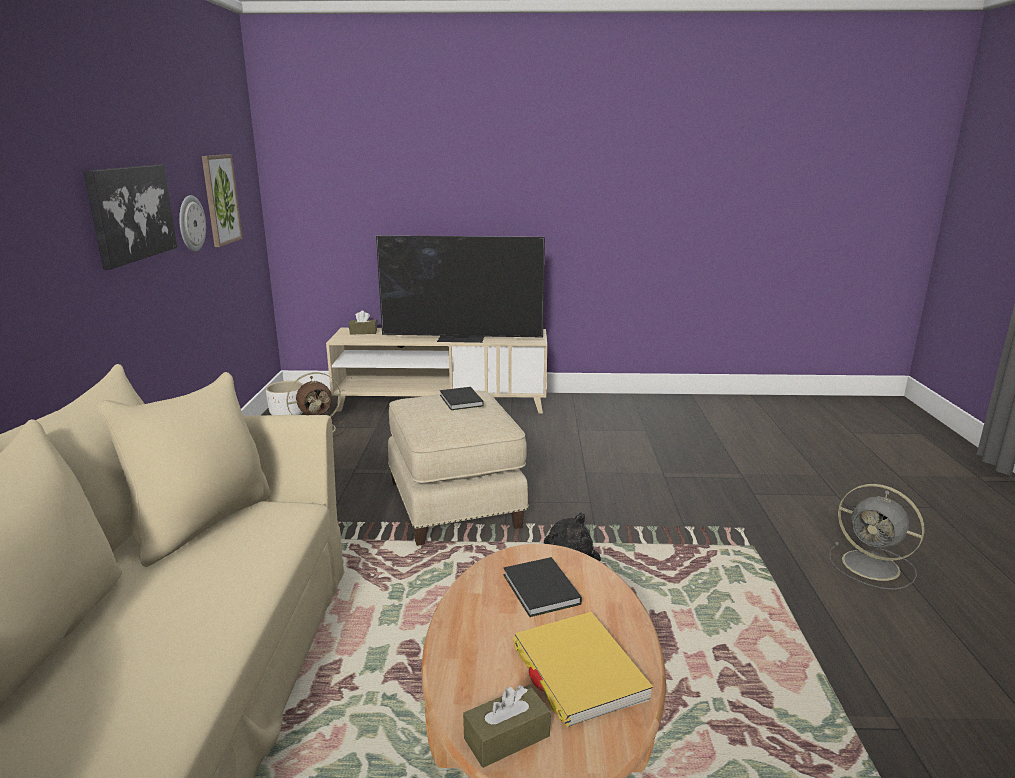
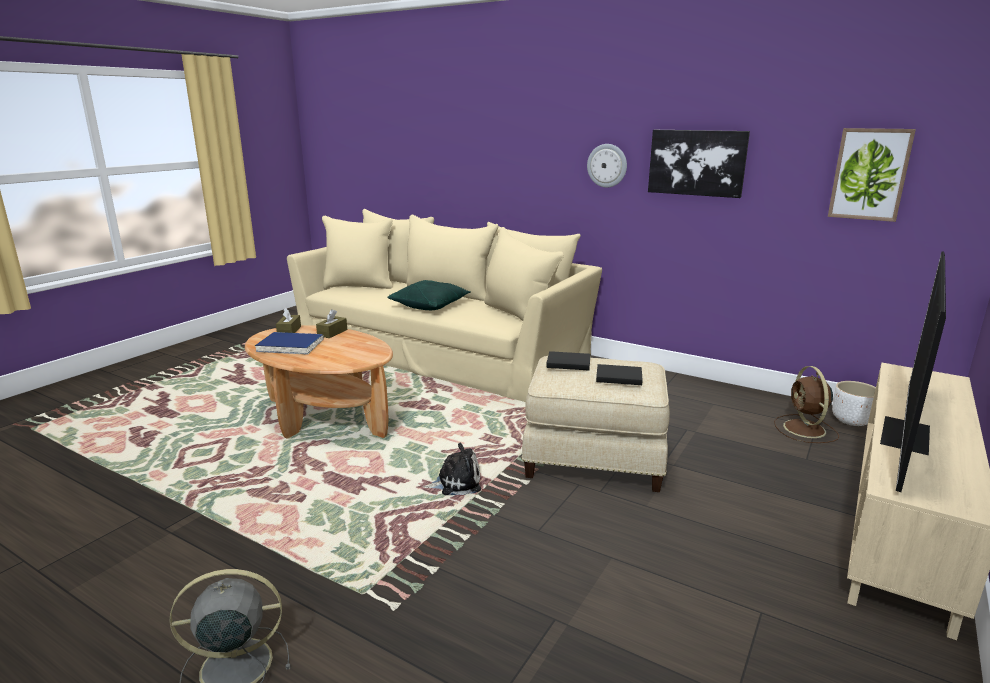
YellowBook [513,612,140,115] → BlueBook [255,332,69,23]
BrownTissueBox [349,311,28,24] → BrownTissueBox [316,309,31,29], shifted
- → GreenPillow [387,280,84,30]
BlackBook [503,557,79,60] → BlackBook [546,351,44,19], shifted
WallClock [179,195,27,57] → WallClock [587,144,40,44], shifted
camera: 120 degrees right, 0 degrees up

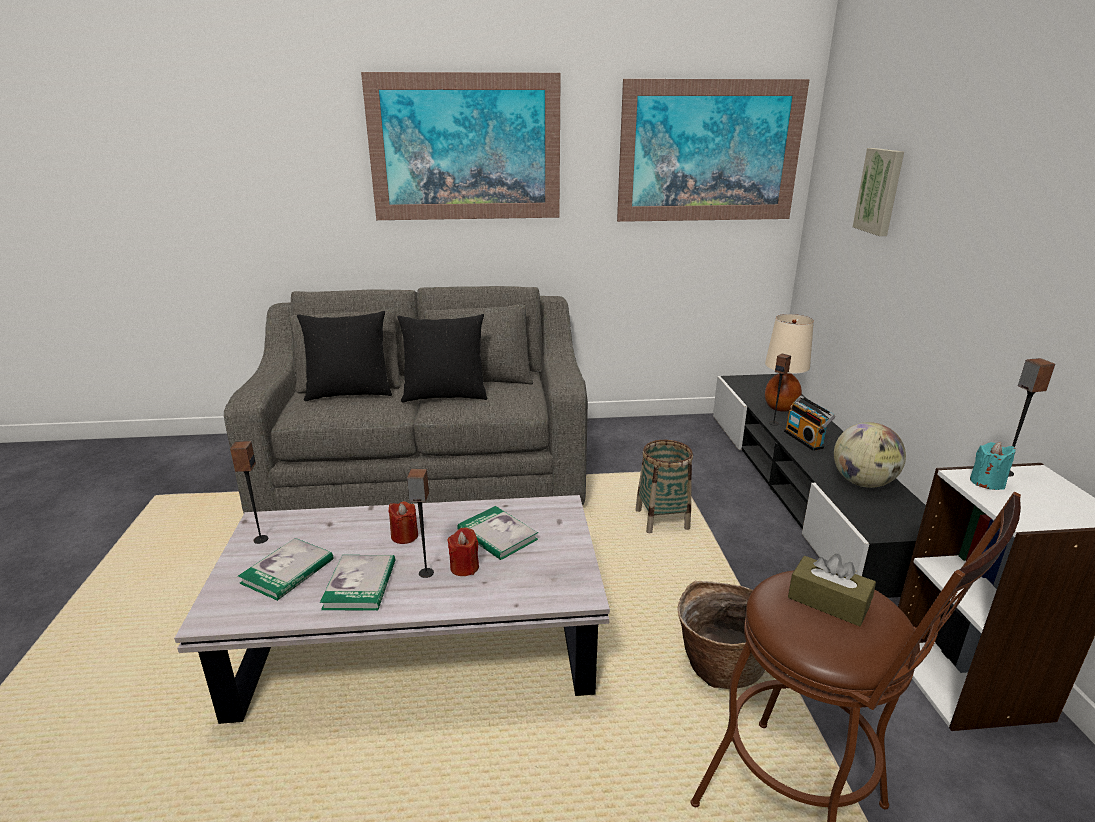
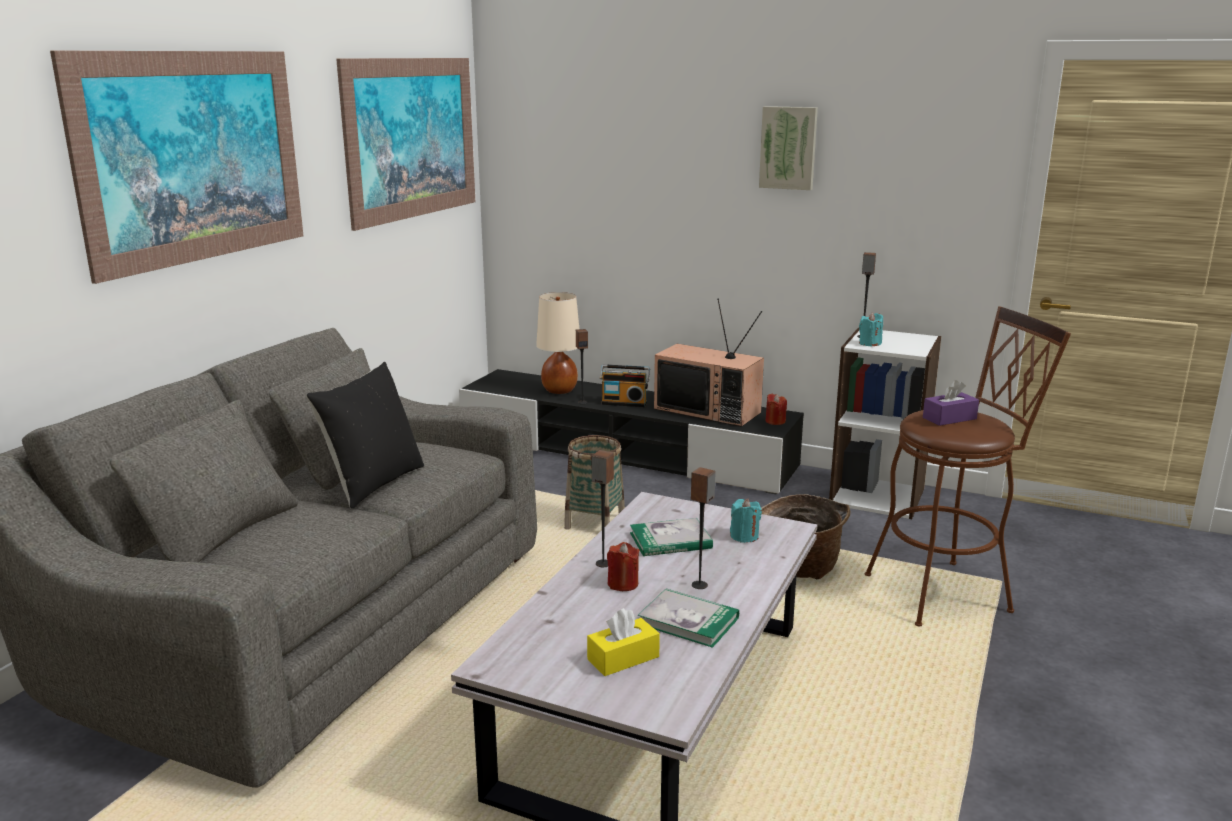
Book [238,538,95,63] → YellowTissueBox [587,608,73,68]
Speaker [230,441,38,103] → Speaker [592,450,22,117], shifted
Globe [834,422,72,66] → Television [654,299,110,128]
- → TurquoiseCandle [730,499,32,44]
Picture [853,148,51,88] → Picture [759,106,59,84], shifted
RedCandle [447,528,32,48] → RedCandle [766,394,21,31], shifted
BrownTissueBox [788,554,88,72] → PurpleTissueBox [923,380,56,46]
BlackPillow [297,311,95,90] → -
camera: 60 degrees left, 5 degrees down

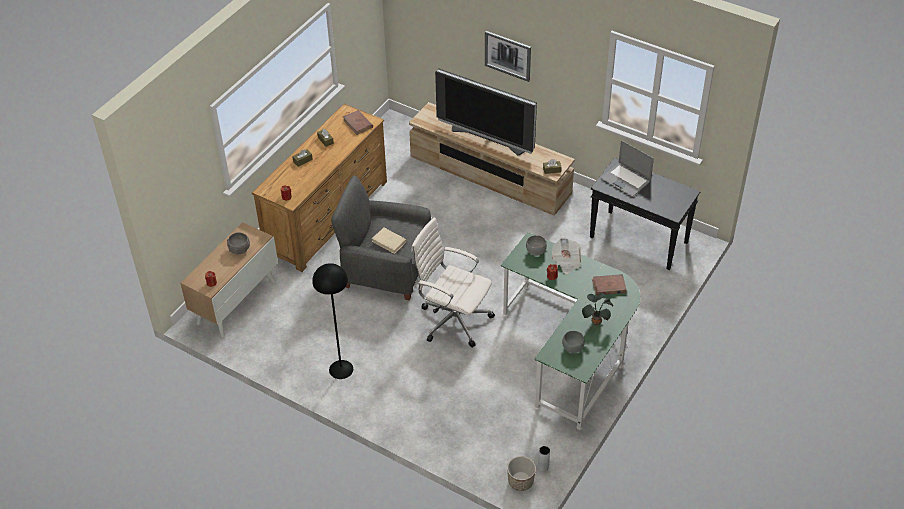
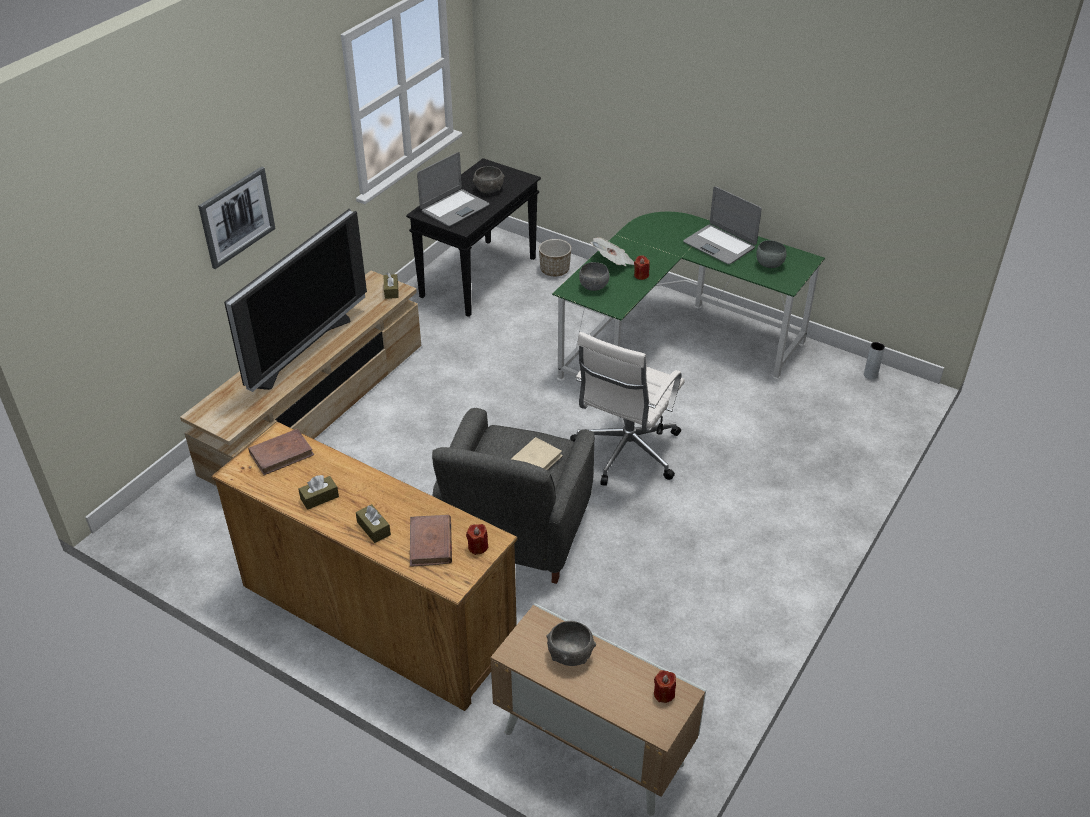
BrownBook [592,274,35,21] → BrownBook [410,515,42,52], shifted
- → GreyBowl [473,166,32,27]
Planter [507,456,29,35] → Planter [539,239,32,37], shifted
PottedPlant [582,293,31,32] → Laptop [683,186,79,78]
BlackFloorLamp [312,263,41,116] → -
camera: 90 degrees left, 5 degrees down

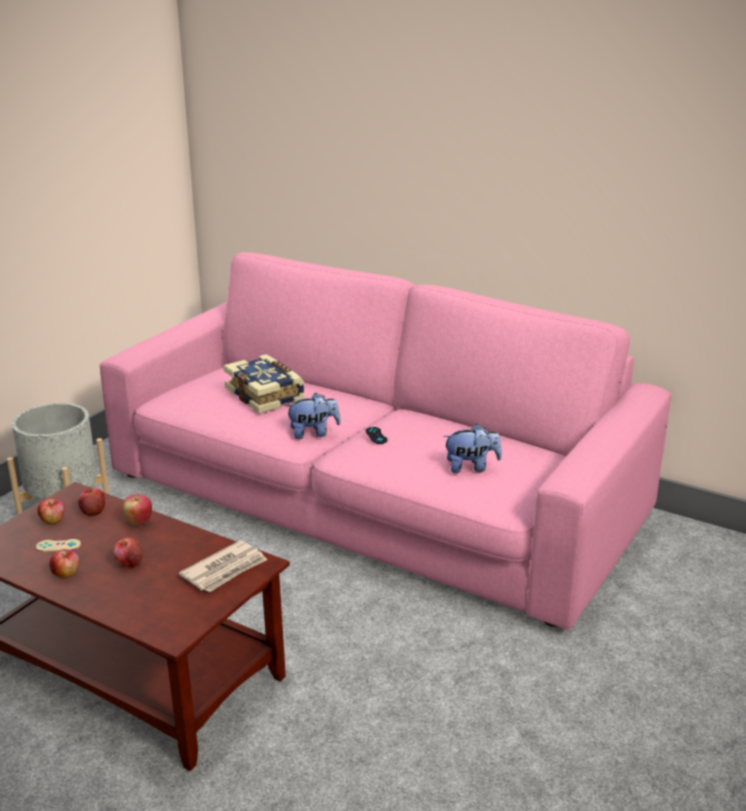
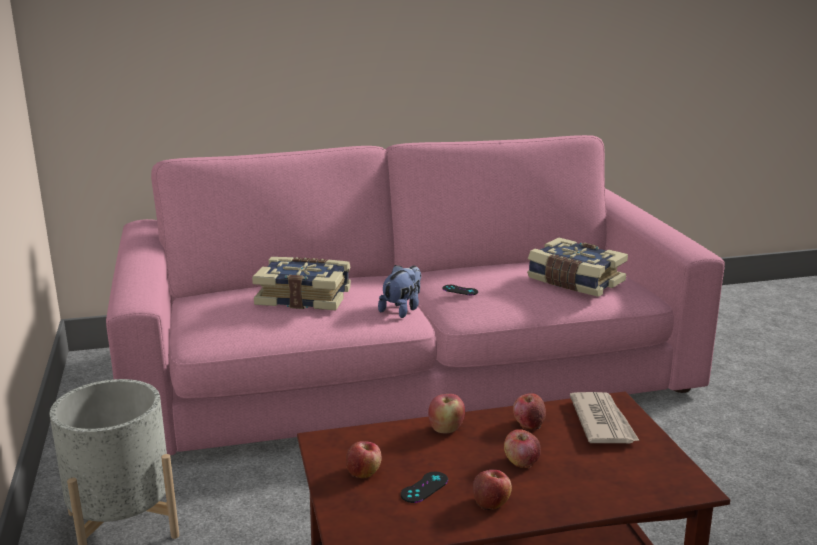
BeigeGameController [36,539,45,13] → BlackGameController [401,472,47,31]
Apple [78,488,27,29] → Apple [513,393,33,37], shifted
PlushToy [443,424,59,49] → Book [527,238,101,59]
camera: 45 degrees left, 5 degrees down

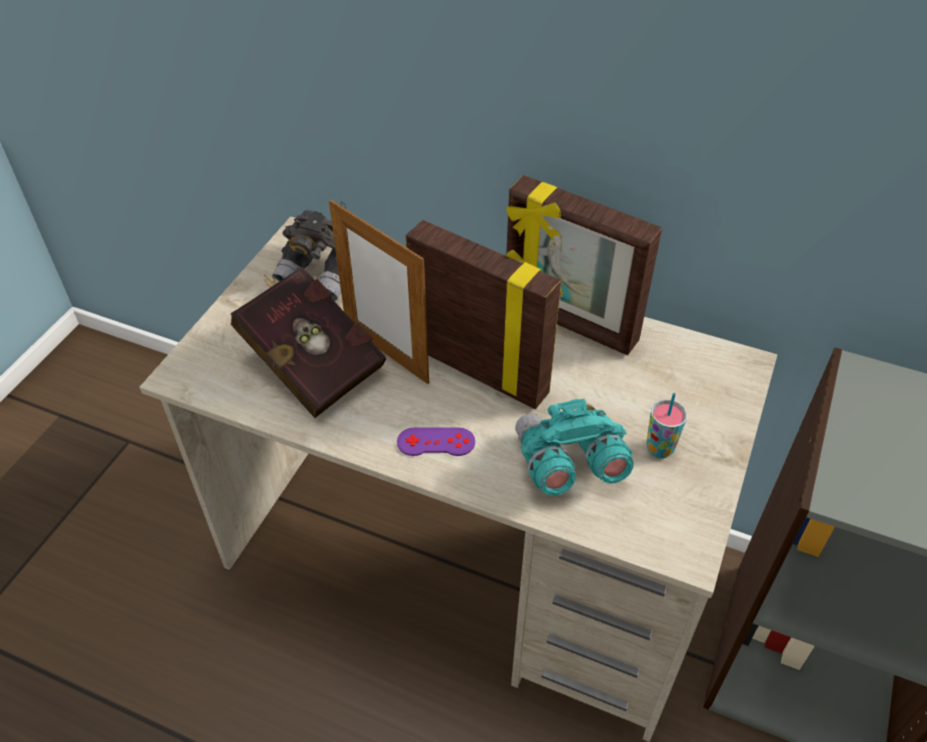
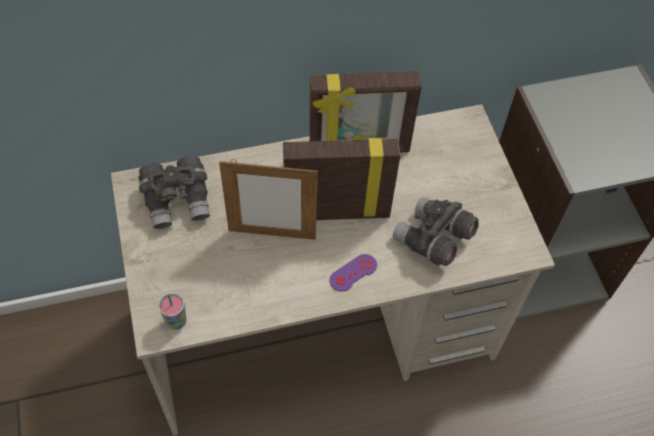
Cup [646,393,42,65] → Cup [158,293,29,37], shifted
TurquoiseBinoculars [515,399,119,97] → GreyBinoculars [393,197,86,69]
RedBook [231,266,155,152] → -
camera: 40 degrees left, 10 degrees up

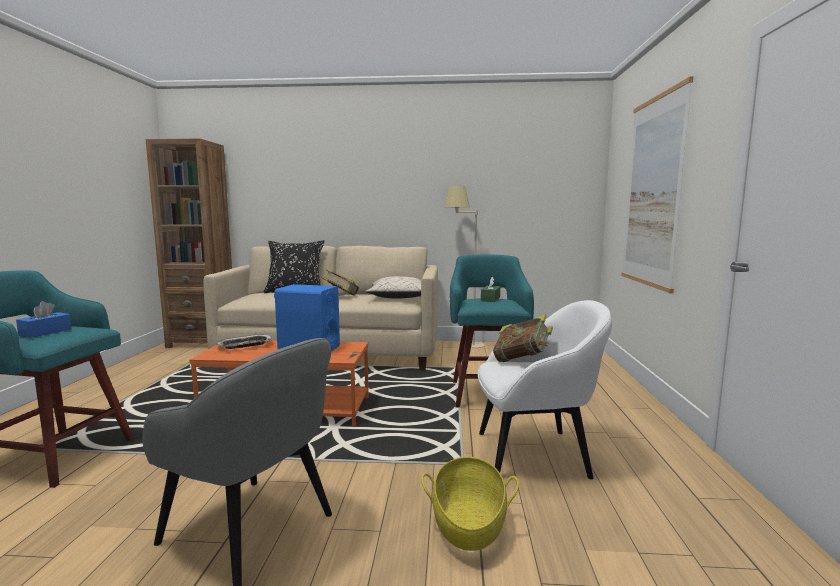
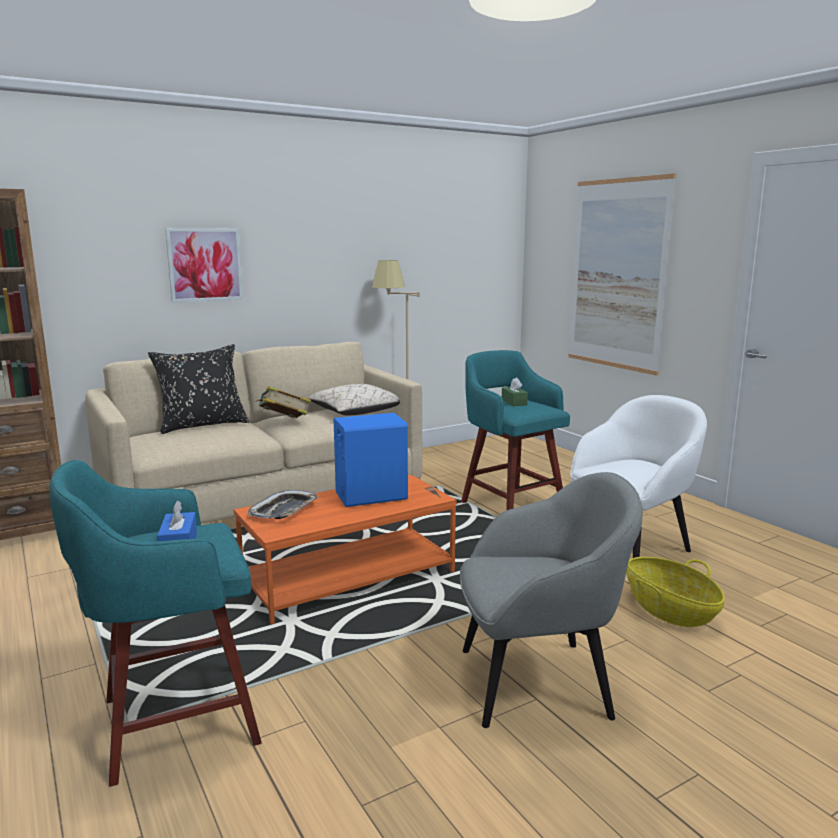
- → Picture [165,228,78,75]
Book [493,314,60,48] → -
camera: 35 degrees left, 5 degrees up

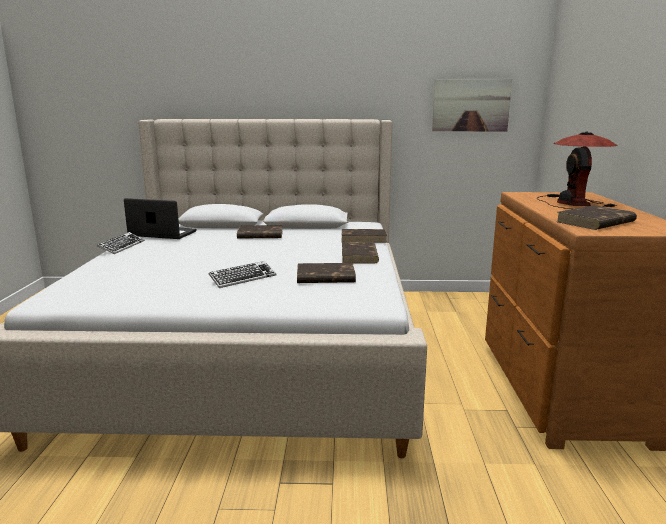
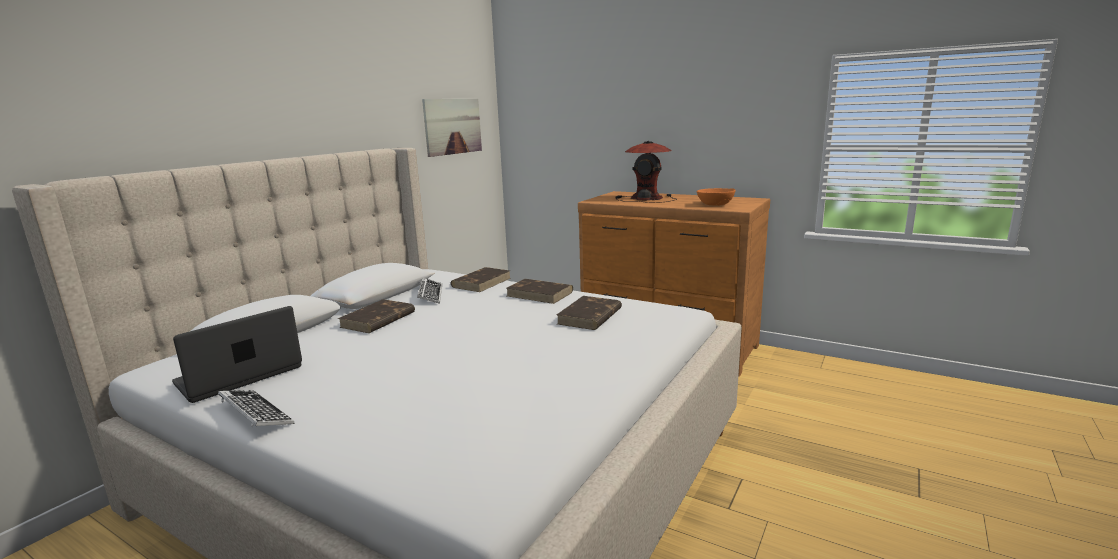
Keyboard [209,261,67,27] → Keyboard [417,278,25,26], shifted
BrownBook [557,205,80,25] → OrangeBowl [697,188,39,18]
camera: 60 degrees left, 0 degrees up

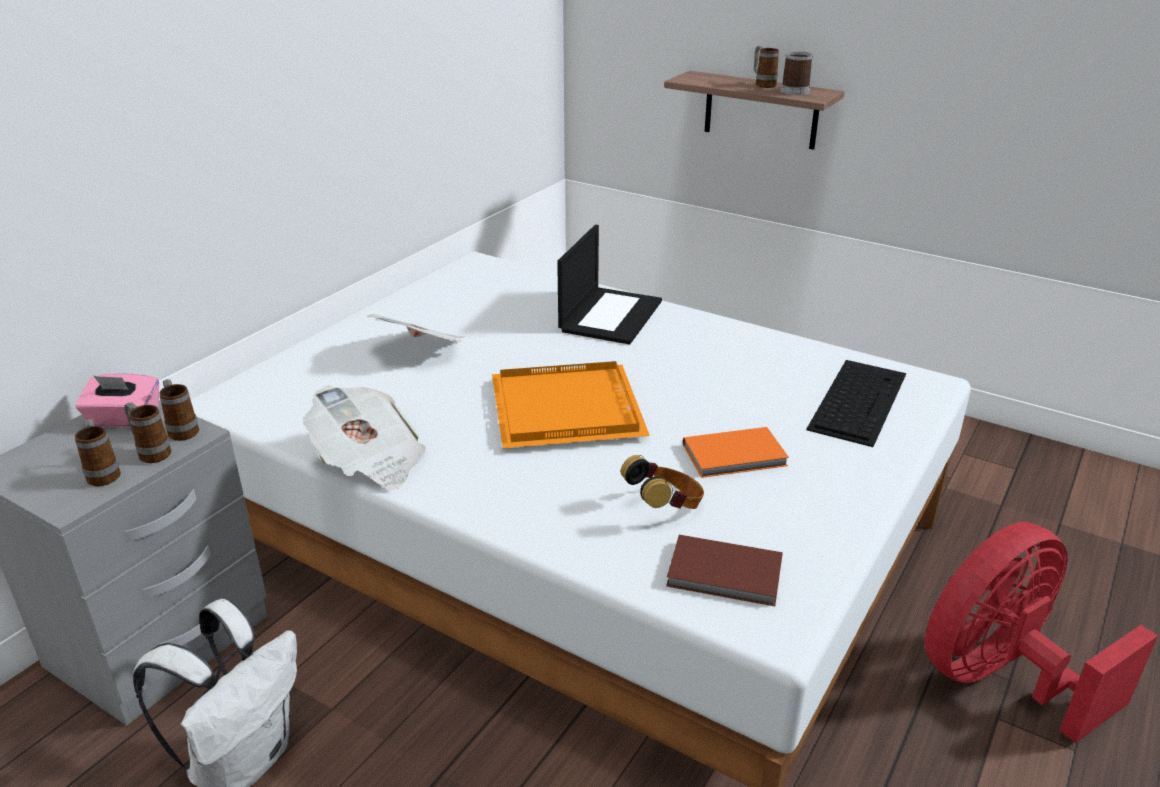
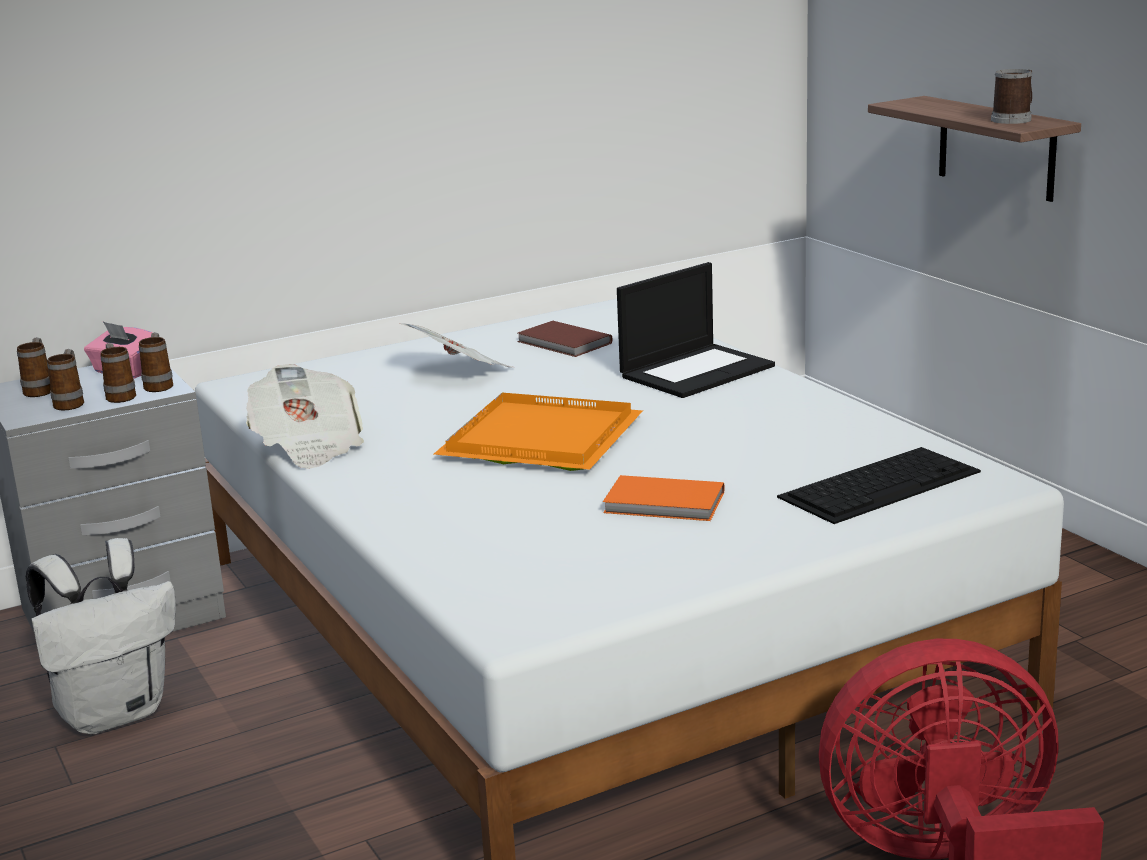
Mug [754,46,25,42] → Mug [17,337,34,60], shifted
BrownBook [666,535,117,71] → BrownBook [517,321,95,36], shifted
Headphones [621,455,83,54] → -
camera: 30 degrees right, 10 degrees down

